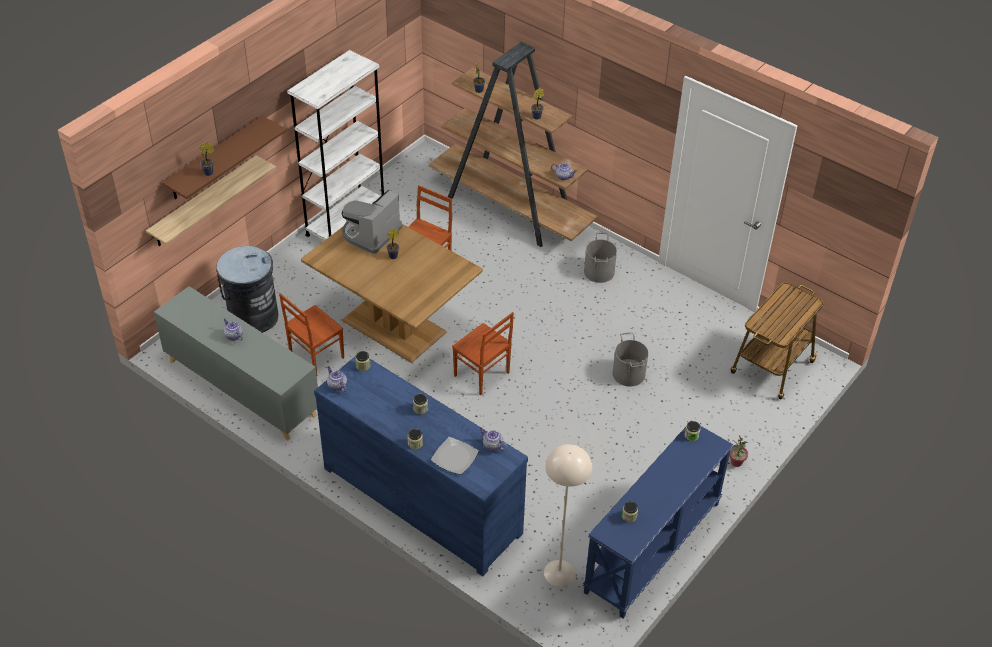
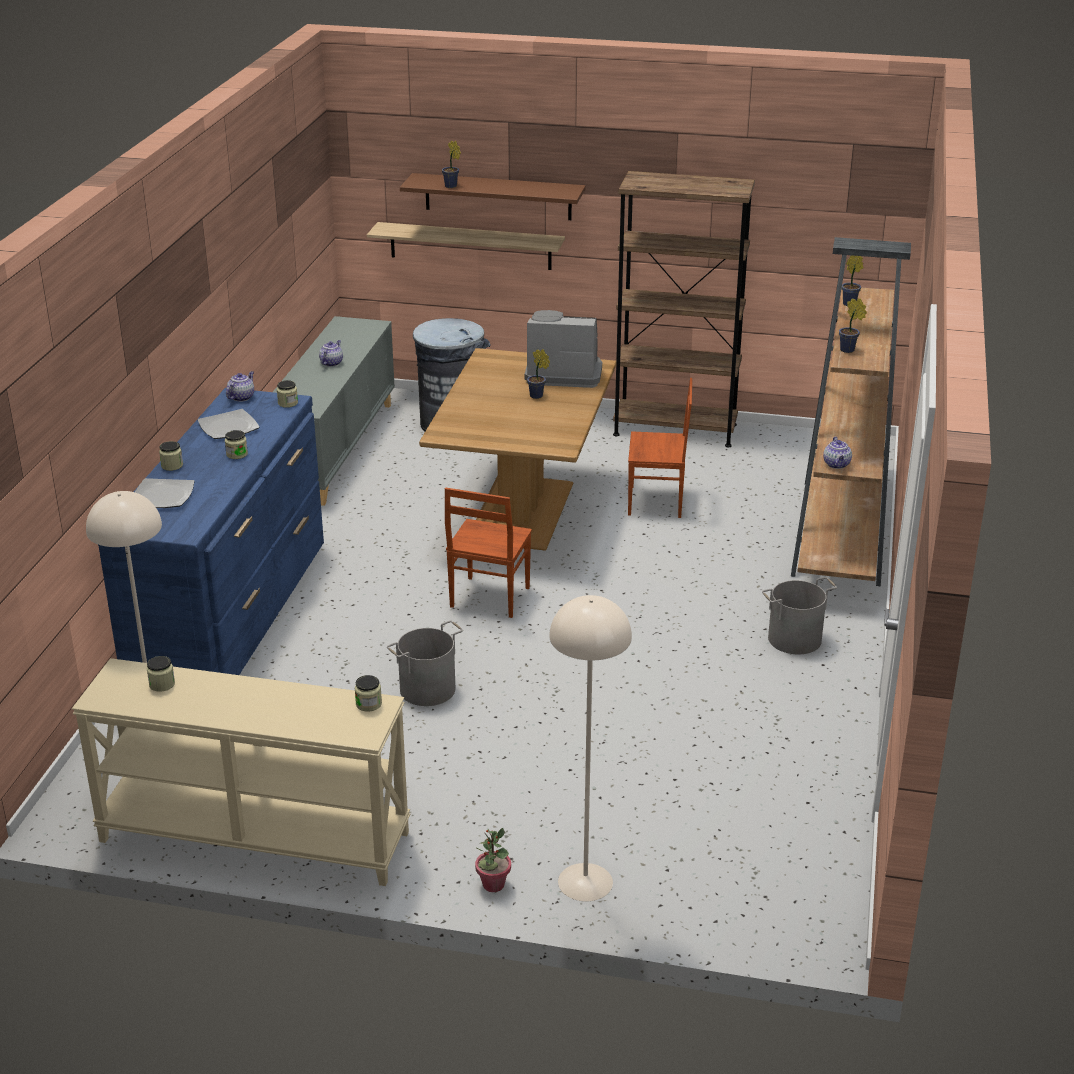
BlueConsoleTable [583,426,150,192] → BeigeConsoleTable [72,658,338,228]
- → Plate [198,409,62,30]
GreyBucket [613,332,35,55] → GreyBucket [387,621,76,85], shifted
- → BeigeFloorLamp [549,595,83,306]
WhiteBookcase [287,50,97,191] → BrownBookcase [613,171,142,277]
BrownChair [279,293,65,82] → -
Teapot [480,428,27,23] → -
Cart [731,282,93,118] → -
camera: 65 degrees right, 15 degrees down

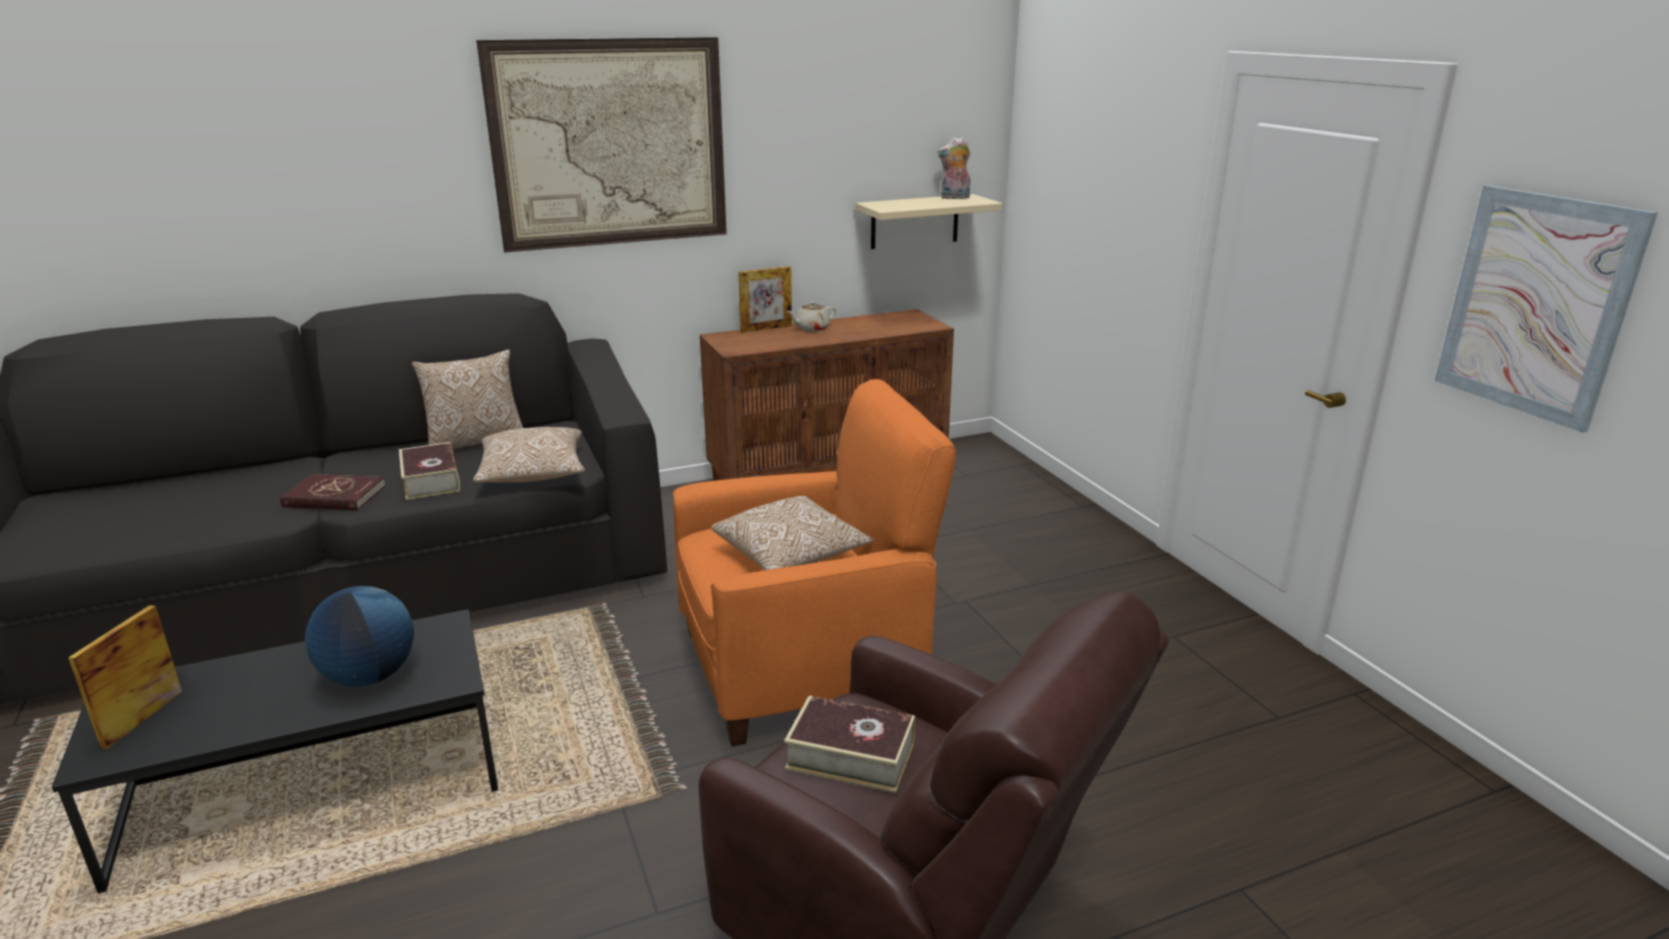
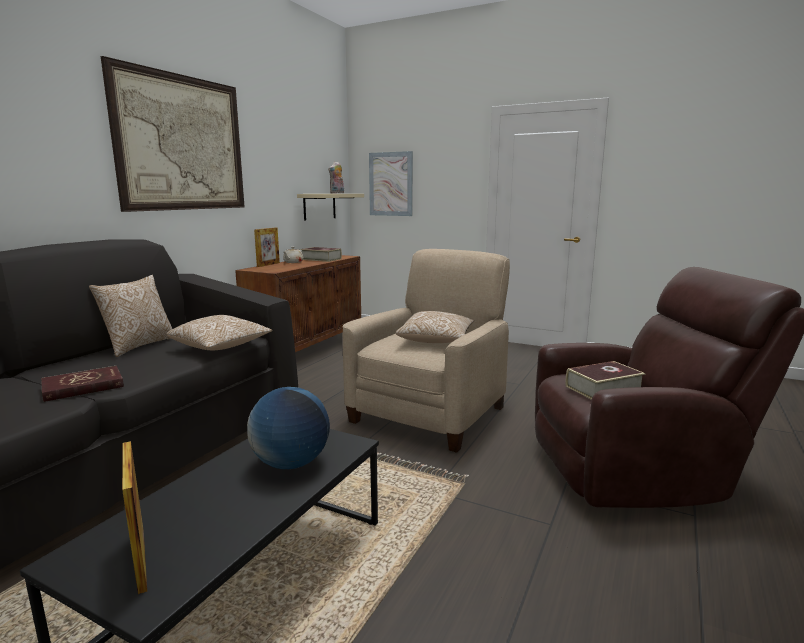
Book [399,442,61,58] → Book [301,247,41,15], shifted
OrangeArmchair [673,379,283,367] → BeigeArmchair [342,249,168,204]
Picture [1434,185,224,248] → Picture [369,151,44,65], shifted
camera: 40 degrees left, 10 degrees down

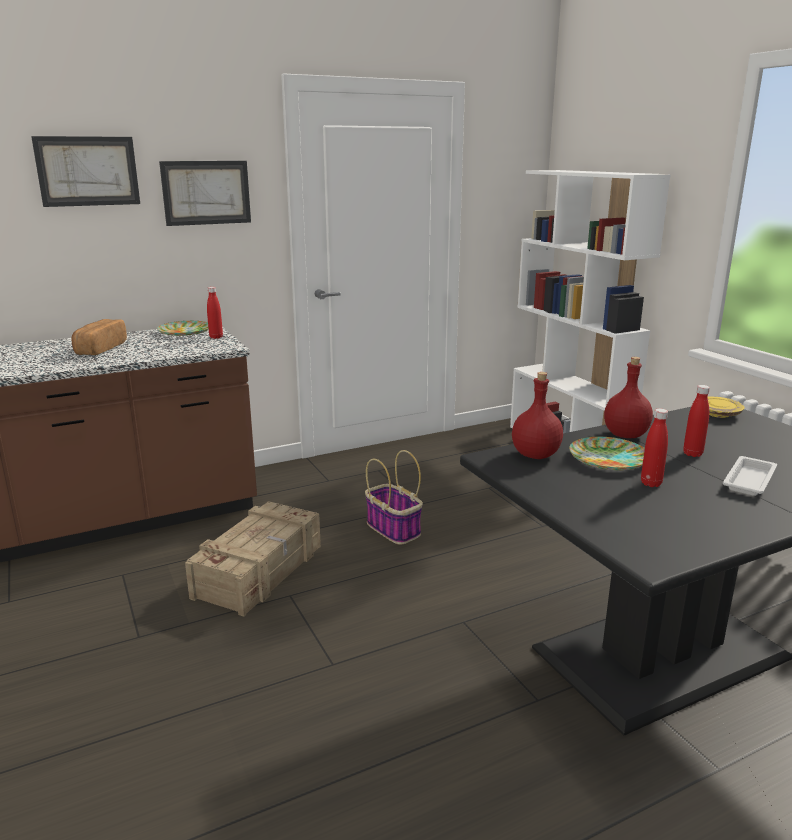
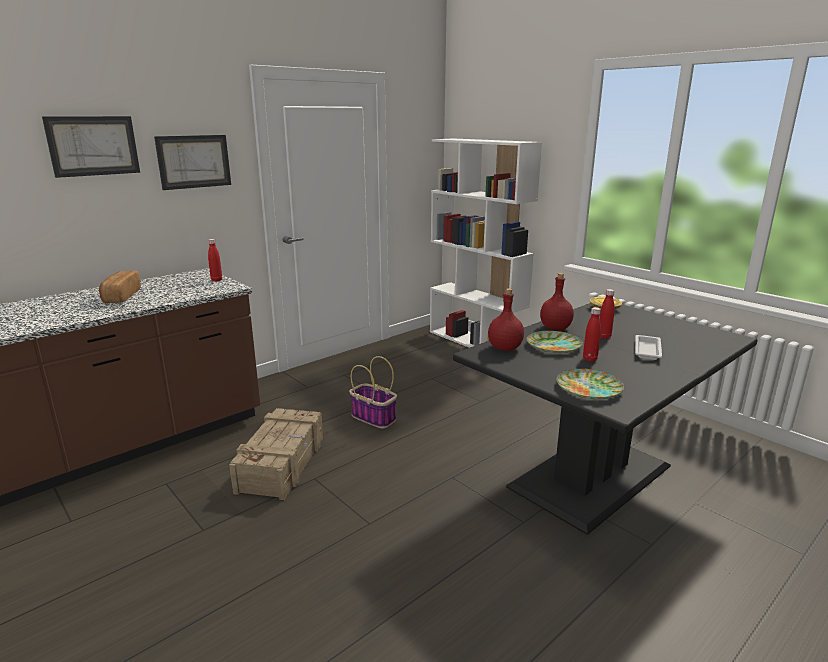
Plate [157,321,52,15] → Plate [557,369,67,30], shifted
camera: 15 degrees left, 0 degrees up

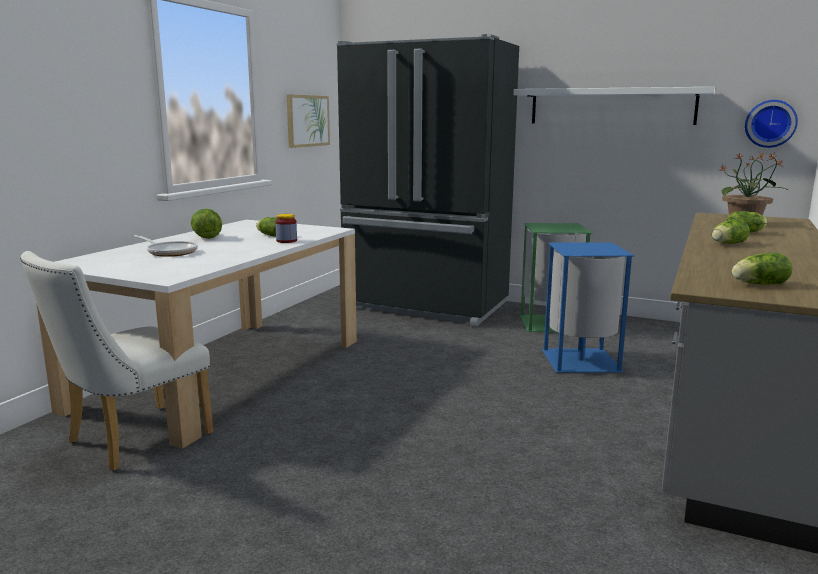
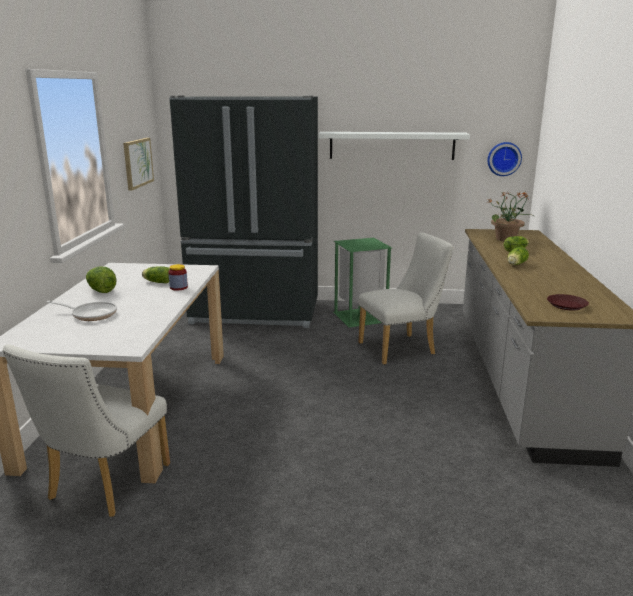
BlueTrashCan [542,242,93,131] → WhiteChair [358,233,96,132]
Lettuce [732,253,61,32] → BrownPlate [547,294,42,16]
camera: 20 degrees left, 5 degrees up

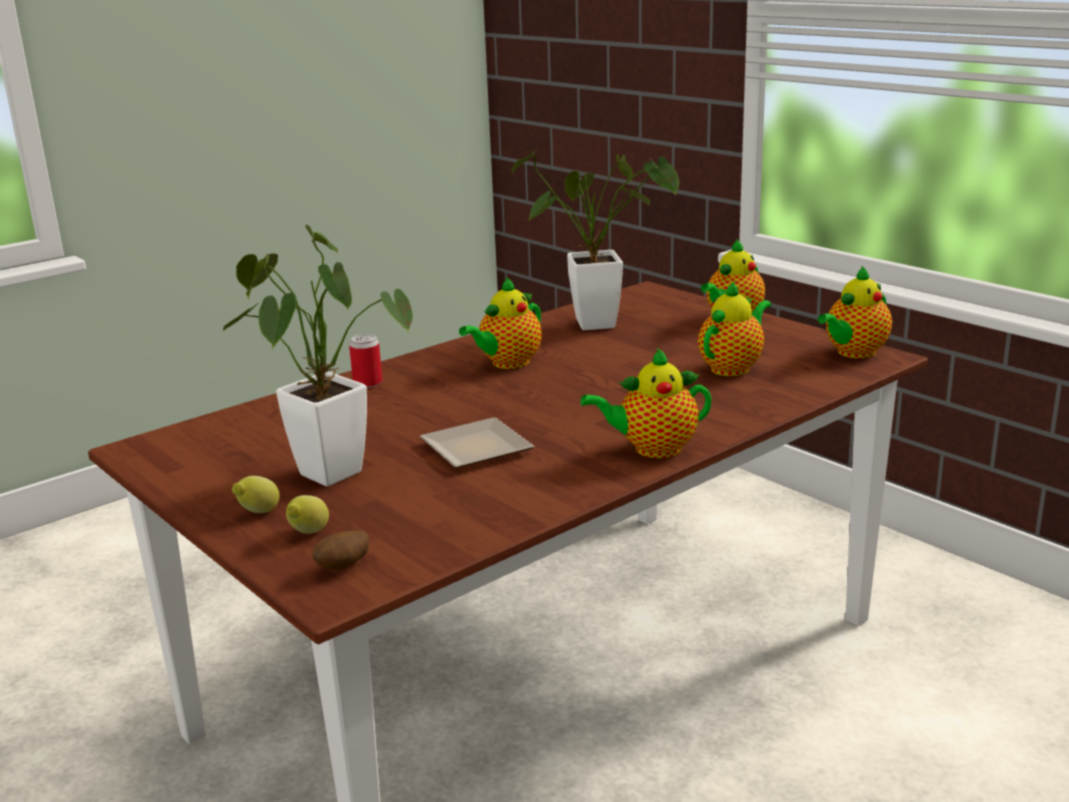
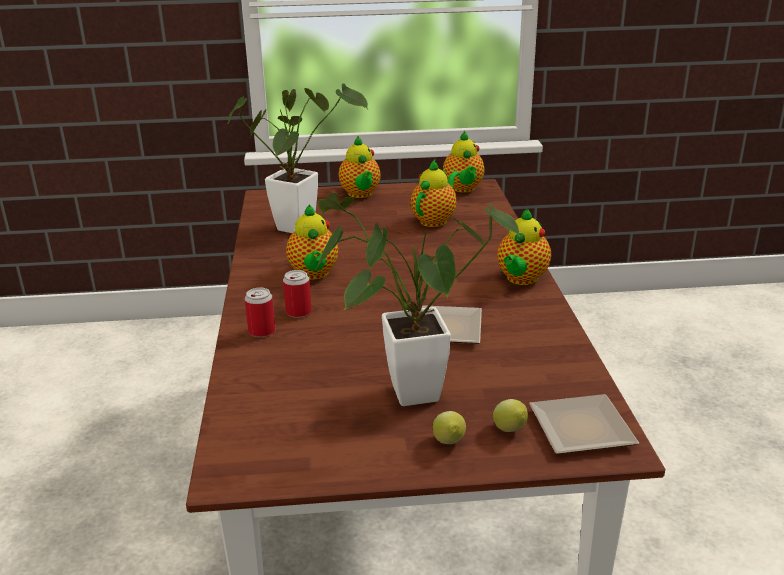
- → Can [283,270,29,48]
Teapot [698,280,73,96] → Teapot [410,159,49,68], 45 degrees clockwise
Potato [312,530,57,39] → Plate [529,394,110,60]
camera: 55 degrees left, 5 degrees up

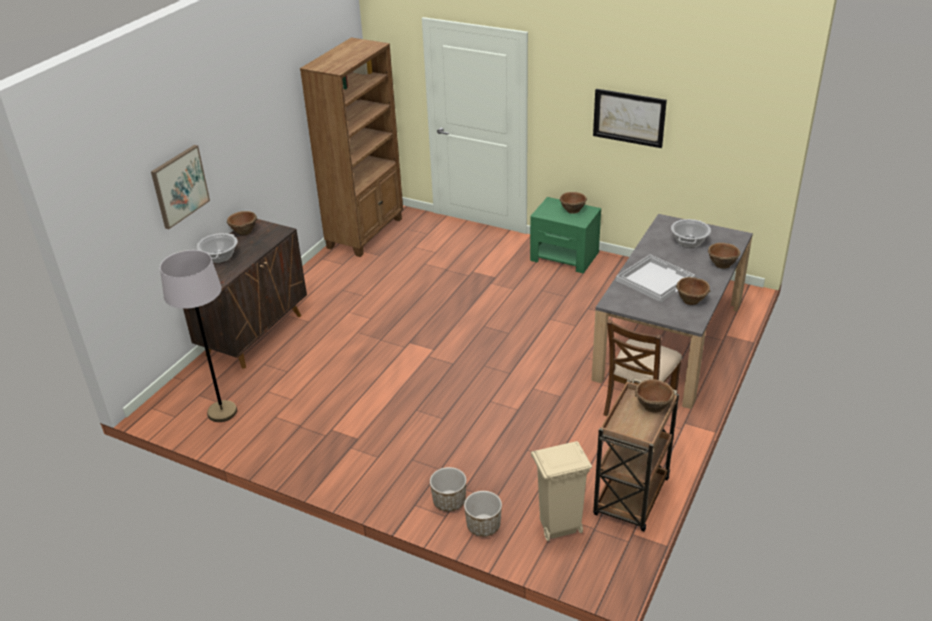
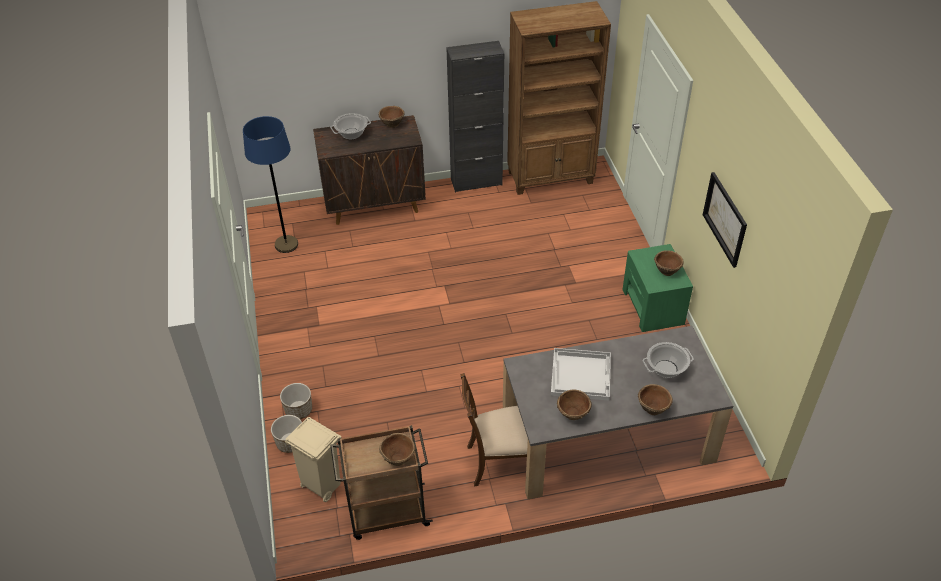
GreyFloorLamp [160,250,77,172] → BlueFloorLamp [243,116,55,137]
- → BlackCabinet [446,41,58,151]
Picture [151,145,59,84] → -
camera: 50 degrees right, 10 degrees up

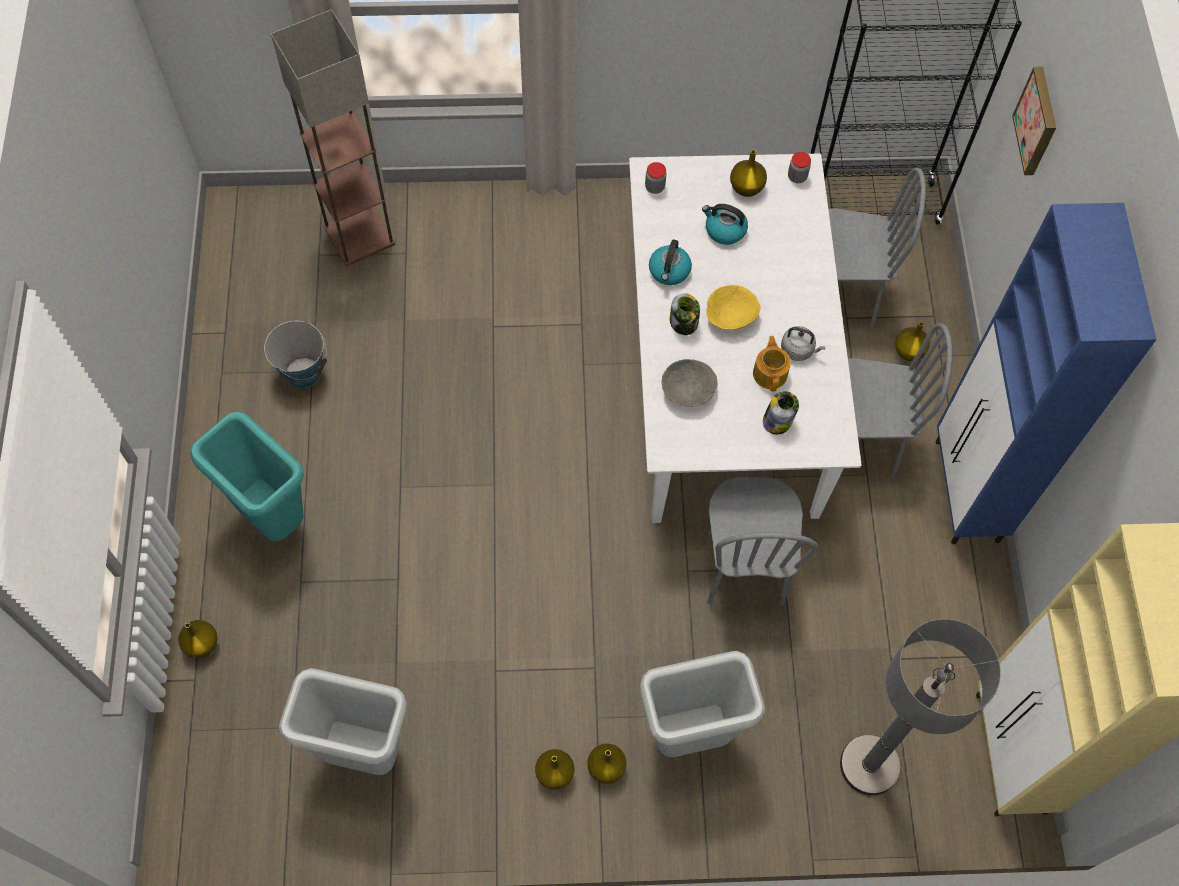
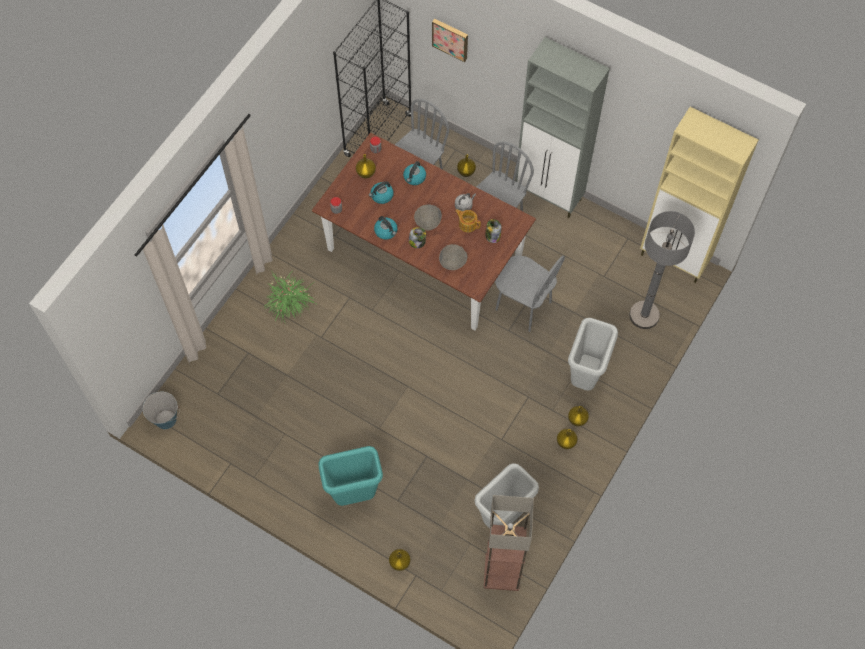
Bucket [264,321,63,67] → Bucket [143,391,36,38], shifted
- → PottedPlant [264,272,52,50]
WhiteDiningTable [629,154,233,369] → BrownDiningTable [312,133,224,197]
- → Kettle [403,161,23,24]
YellowBowl [706,285,55,45] → GreyBowl [414,204,28,27]
FloorLamp [271,9,124,257] → FloorLamp [484,495,50,96], shifted
BlueCabinet [936,203,221,341] → GreyCabinet [515,37,95,181]
camera: 55 degrees left, 0 degrees up

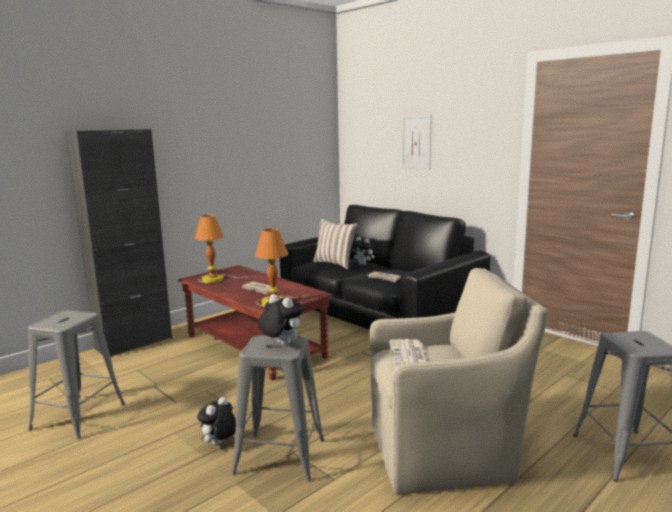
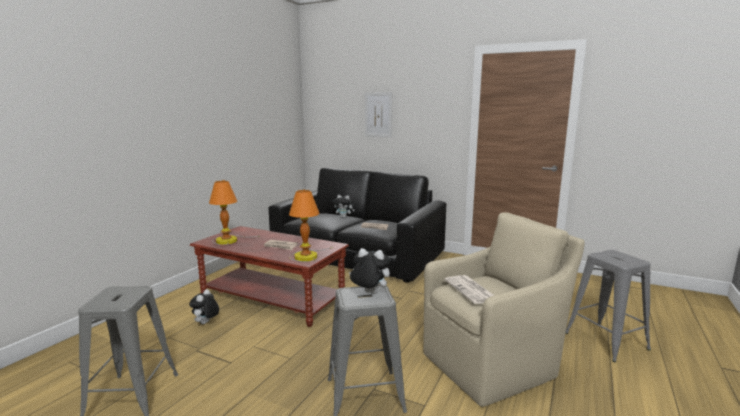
PlushToy [197,397,39,48] → PlushToy [189,289,30,35], shifted
BlackCabinet [65,129,107,227] → -
Pillow [313,219,45,50] → -
camera: 20 degrees left, 0 degrees up

